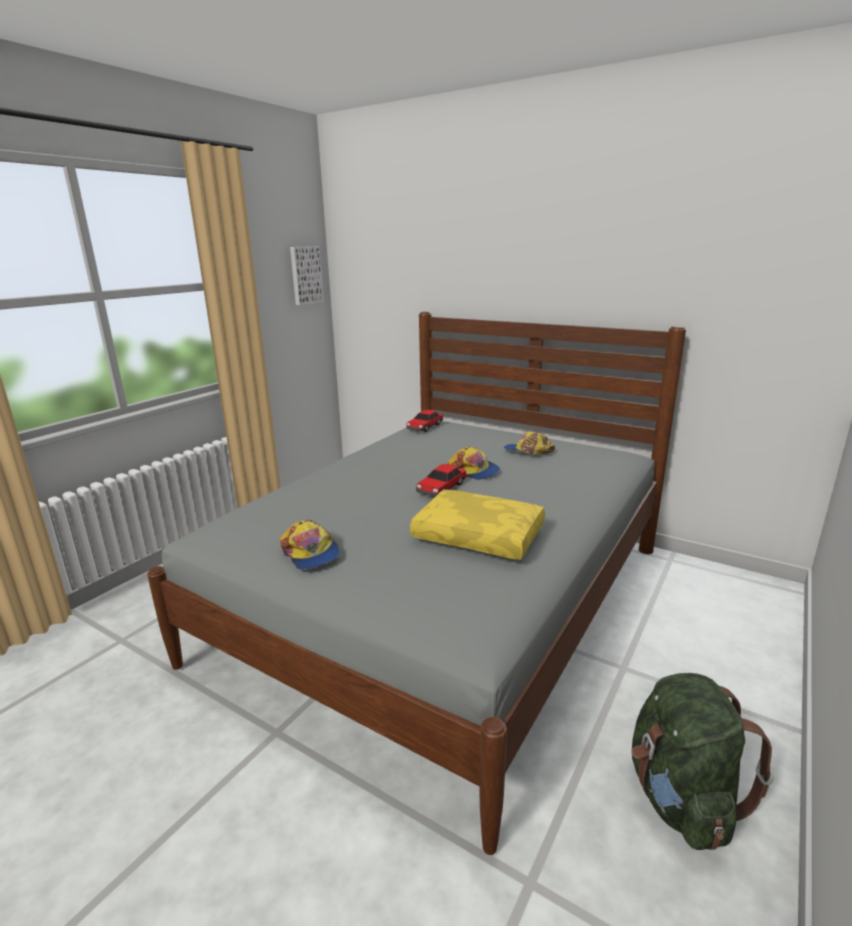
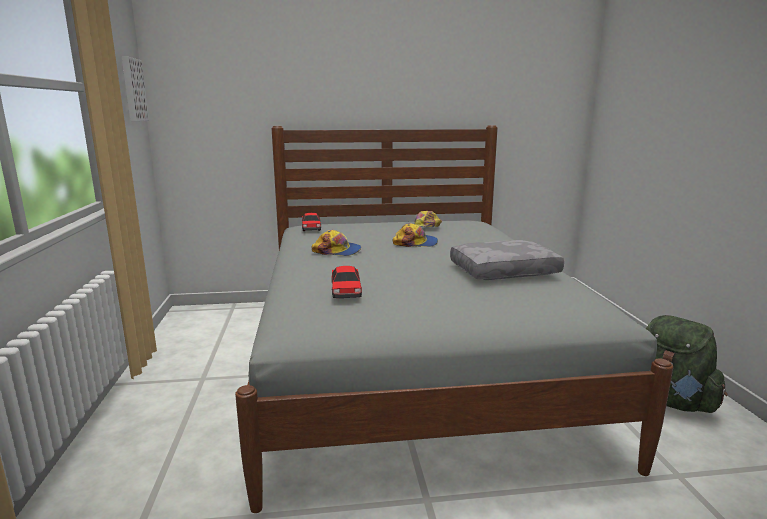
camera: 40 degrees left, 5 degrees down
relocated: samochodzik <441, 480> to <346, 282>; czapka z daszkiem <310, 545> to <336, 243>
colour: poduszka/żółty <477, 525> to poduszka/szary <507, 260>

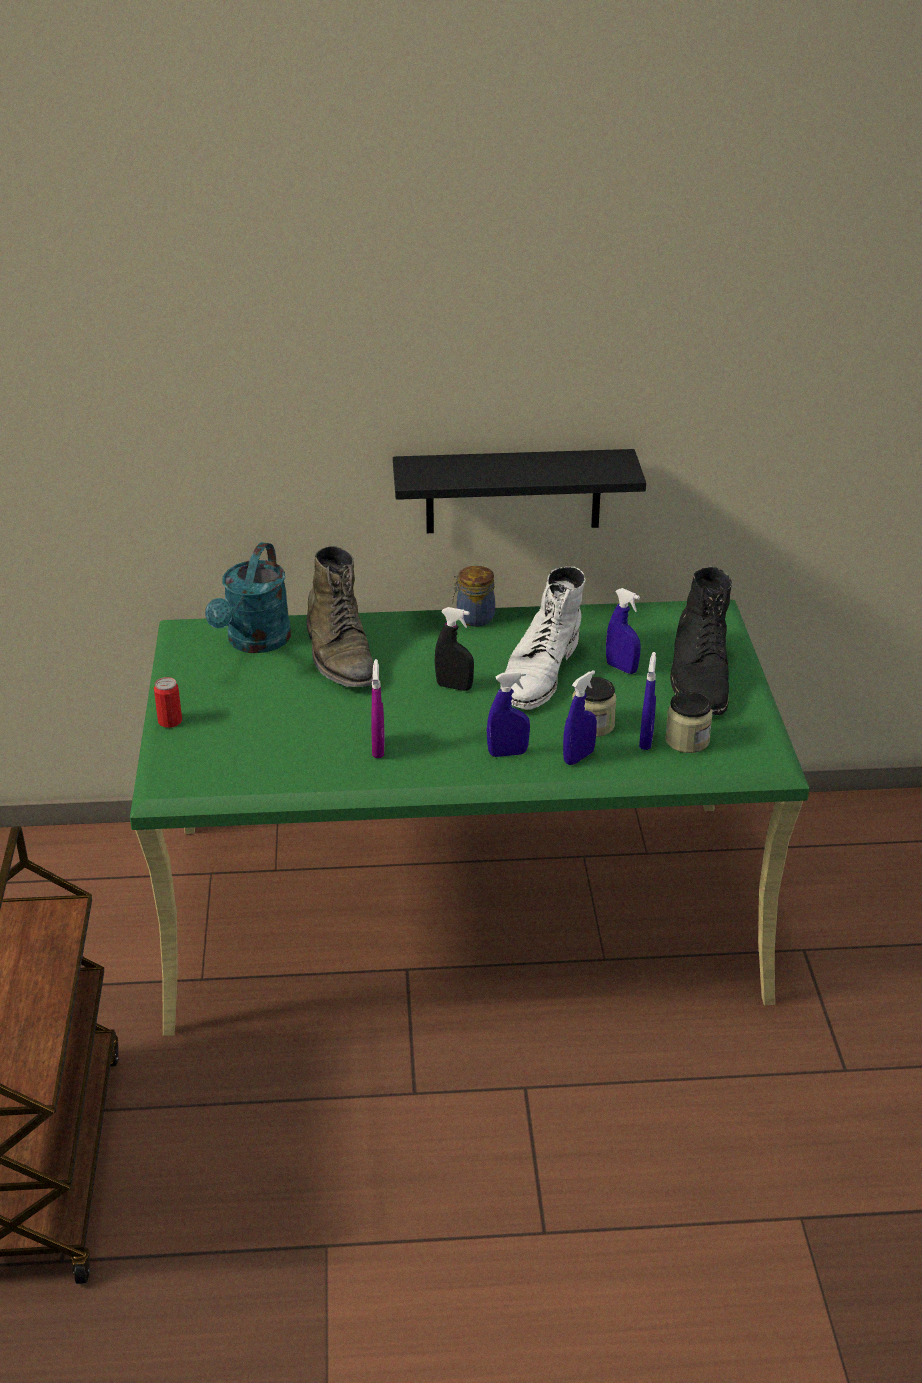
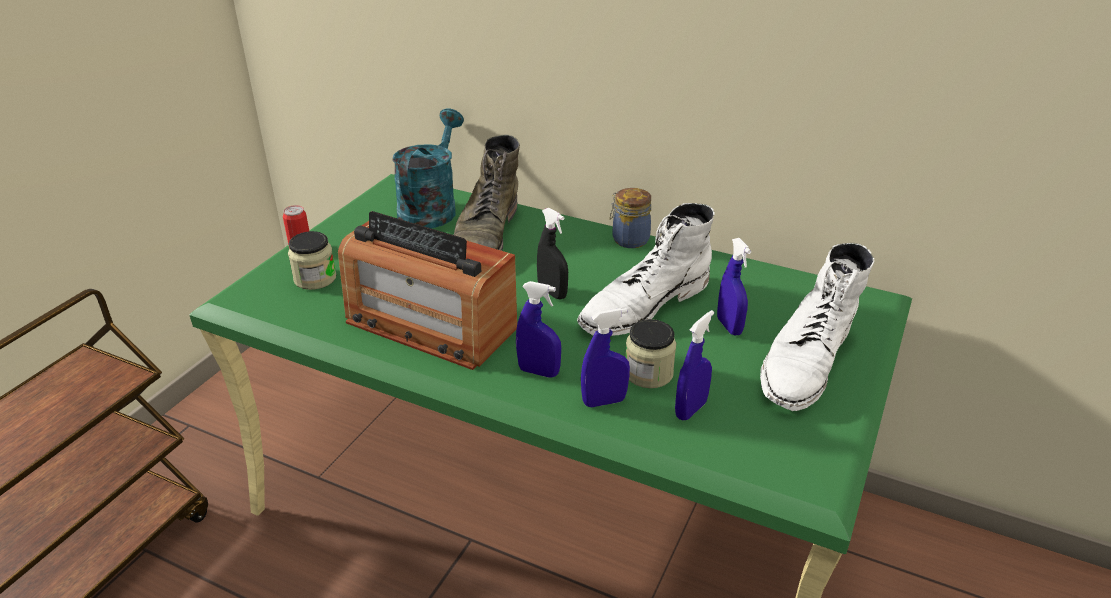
camera: 30 degrees right, 0 degrees up
missing: półka/czarny <519, 491>
relocated: słoik <689, 722> to <312, 260>
exchanged: spryskiwacz/fioletowy <378, 708> to radio <427, 290>
colour: but z cholewką/czarny <701, 640> to but z cholewką/biały <817, 327>
spun: konewka/turkusowy <248, 597> = <428, 168> 150 degrees clockwise

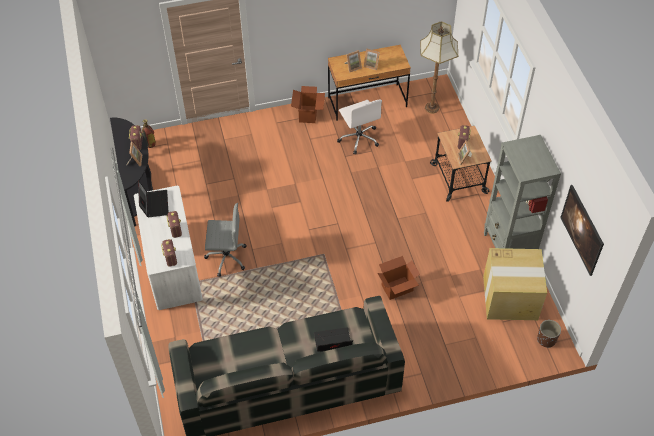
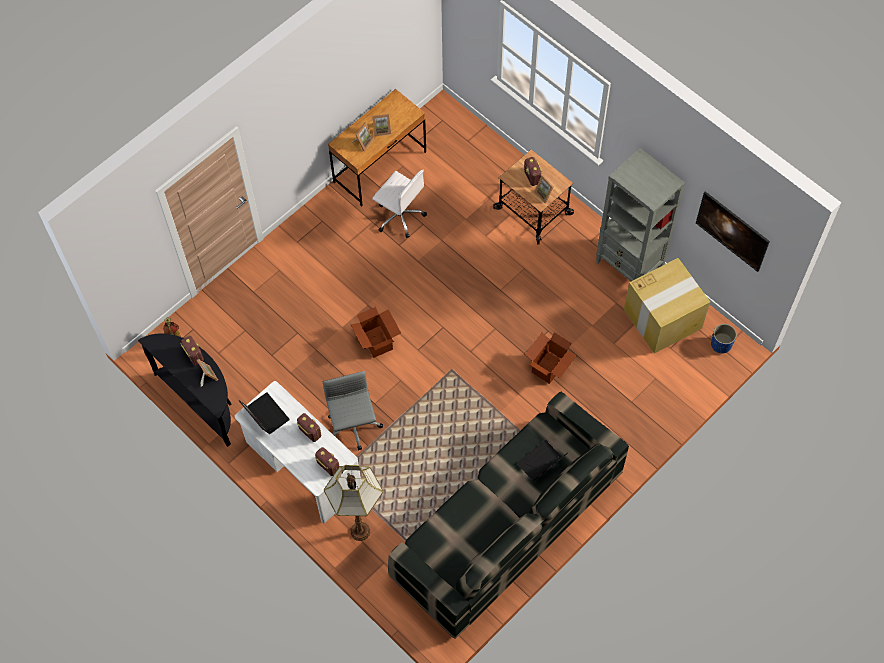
camera: 30 degrees left, 10 degrees up
relocated: lampa stojąca <439, 68> to <353, 503>; karton <308, 104> to <376, 332>
colour: donica/brązowy <549, 334> to donica/niebieski <724, 338>
spun: krzesło biurowe/szary <225, 240> = <353, 410> 75 degrees counterclockwise

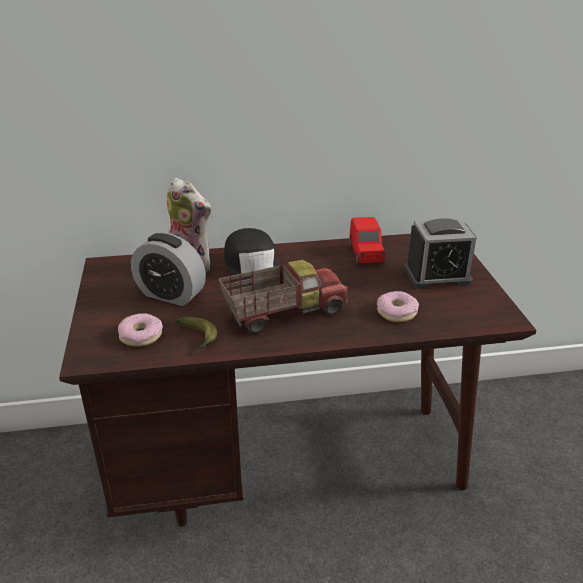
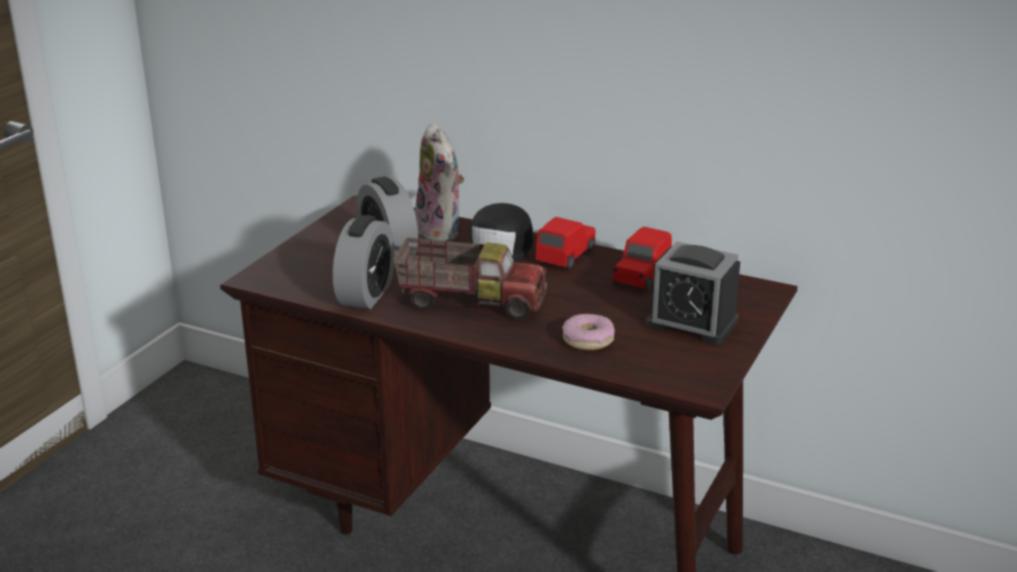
camera: 35 degrees right, 5 degrees down
missing: donut <140, 330>
appeared: samochodzik/czerwony <565, 243>
exchanged: banan <196, 333> to budzik <364, 262>

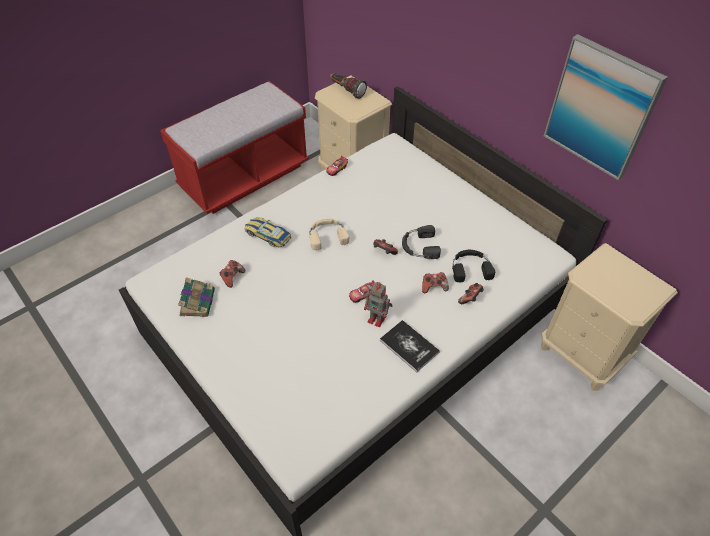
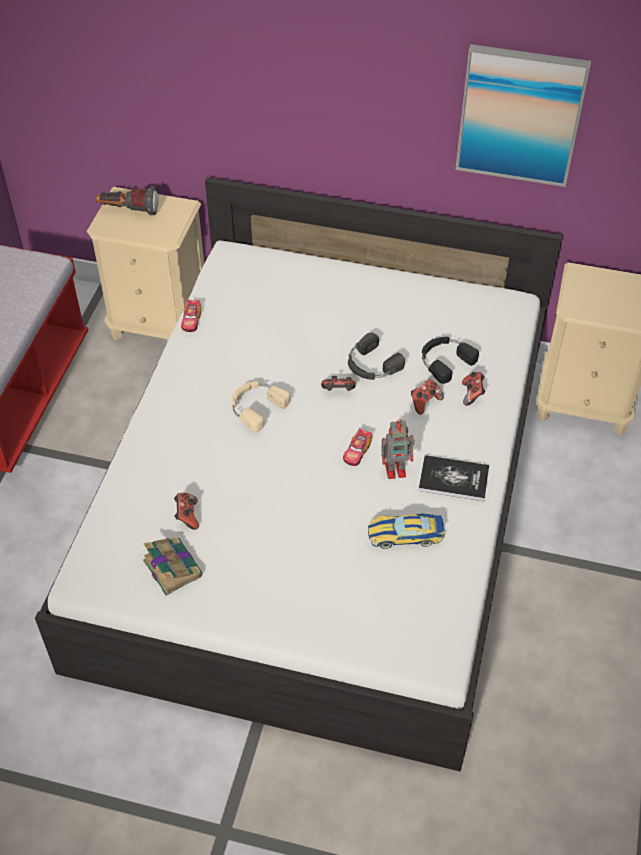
camera: 35 degrees left, 0 degrees up
relocated: samochodzik <267, 232> to <406, 530>

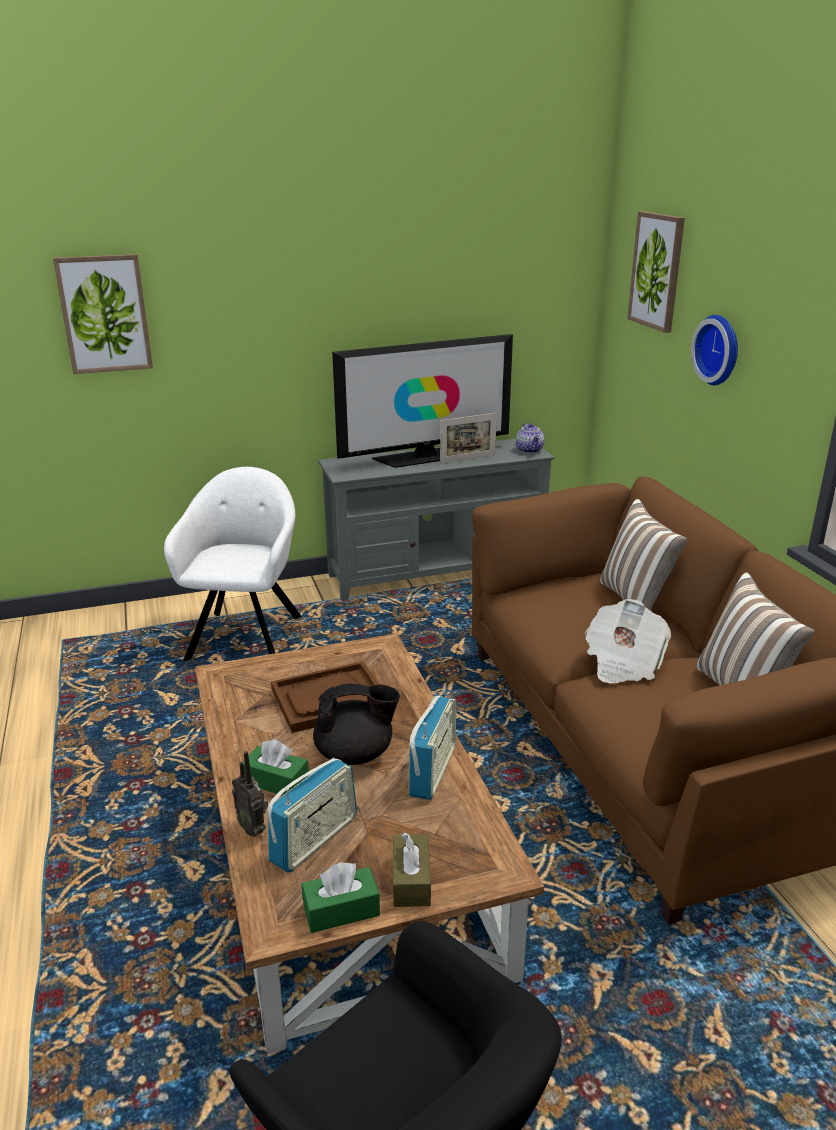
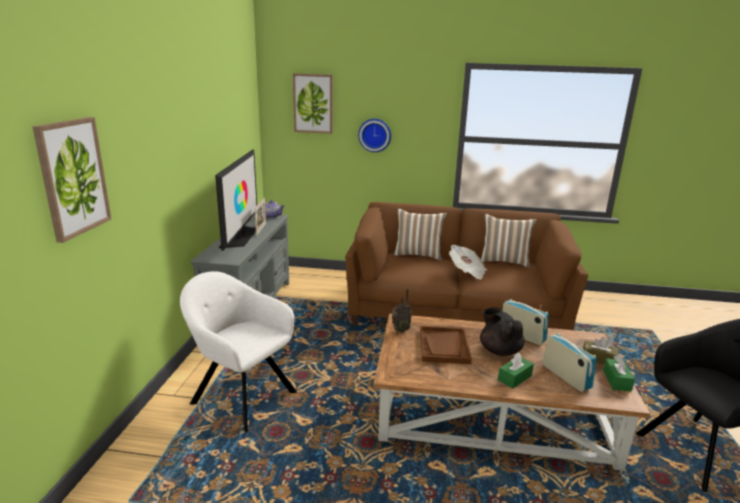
camera: 65 degrees left, 5 degrees down
relocated: radio <250, 794> to <402, 310>
spun: imbryk/czarny <356, 724> = <502, 331> 45 degrees counterclockwise

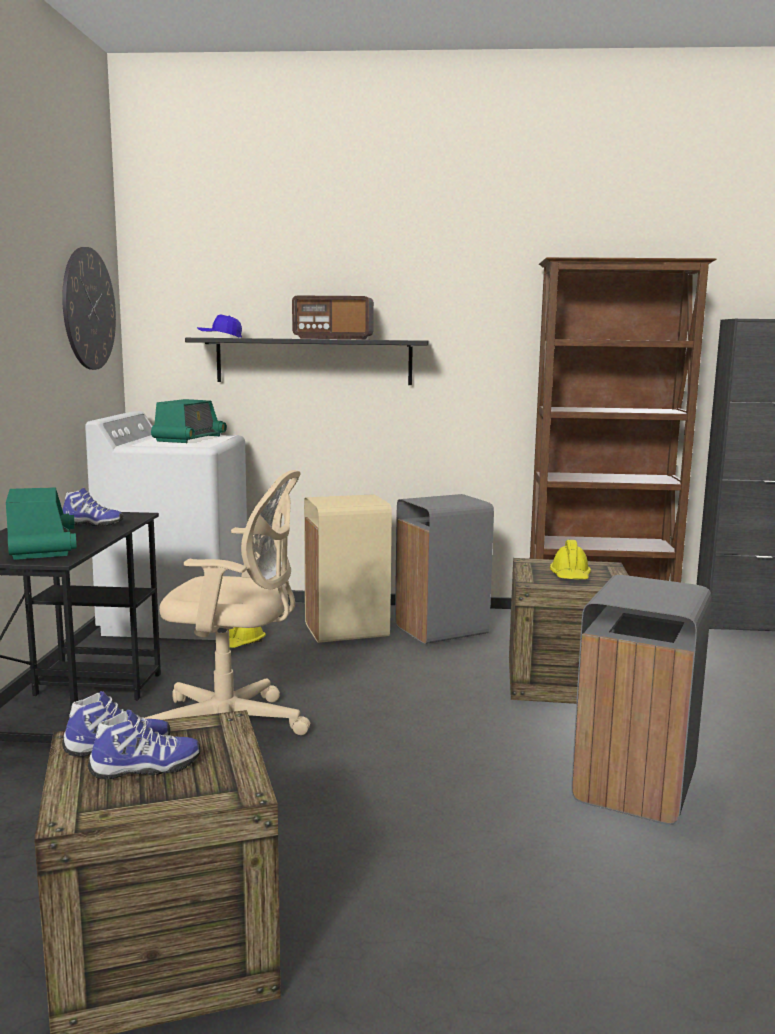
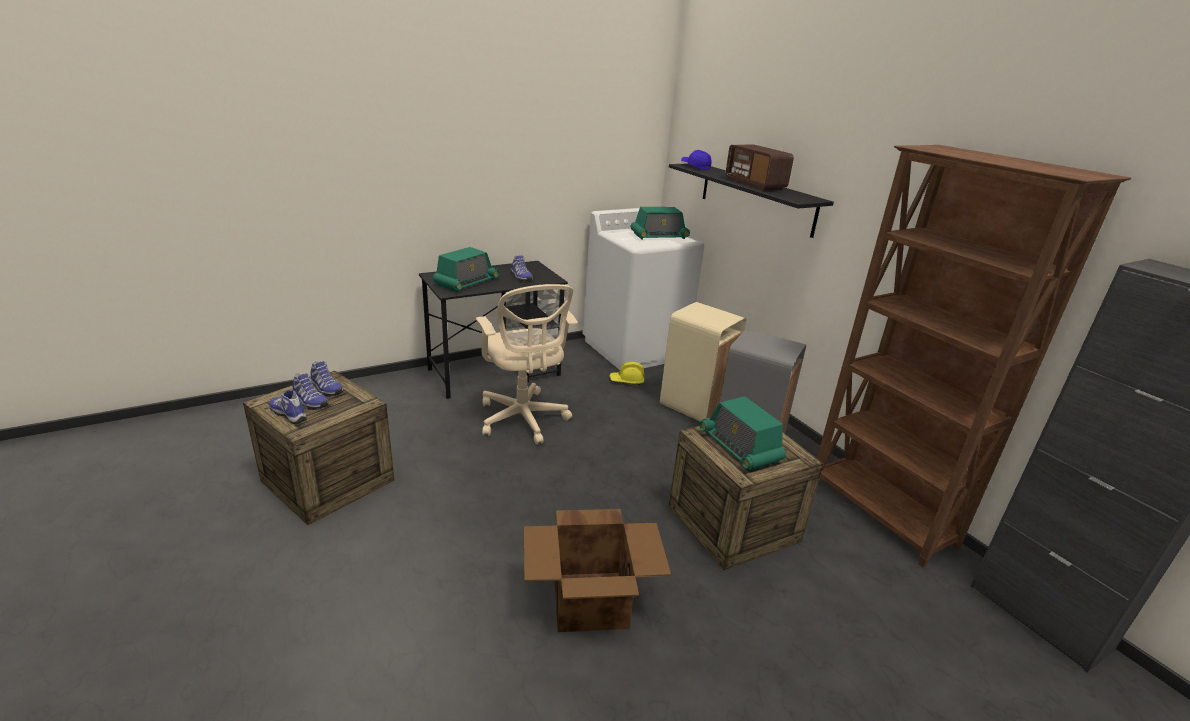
camera: 55 degrees right, 15 degrees up
missing: zegar ścienny <89, 308>
appeared: but <288, 407>
exchanged: kask/żółty <570, 559> to radio <742, 433>; kosz na śmieci/szary <641, 700> to karton <597, 570>

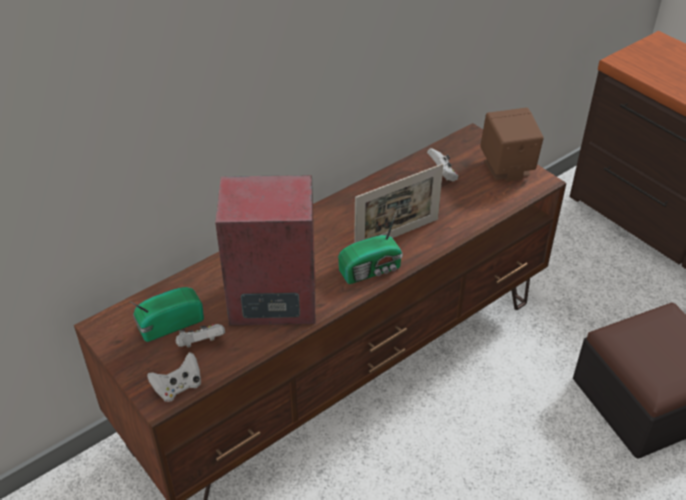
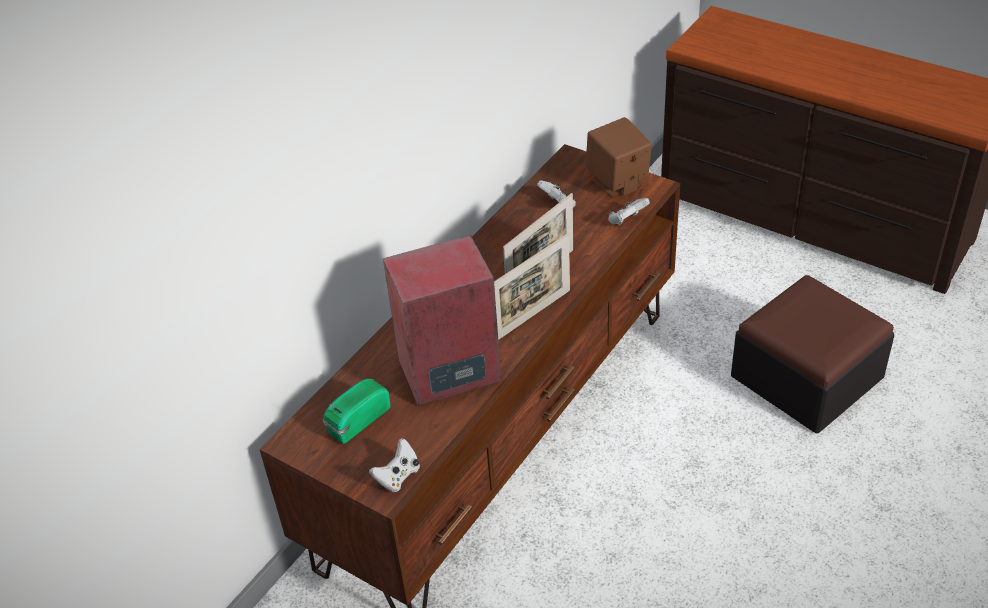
camera: 15 degrees left, 0 degrees up
relocated: pad do gier/biały <200, 336> to <629, 211>
exchanged: radio <370, 246> to ramka na zdjęcie <532, 286>

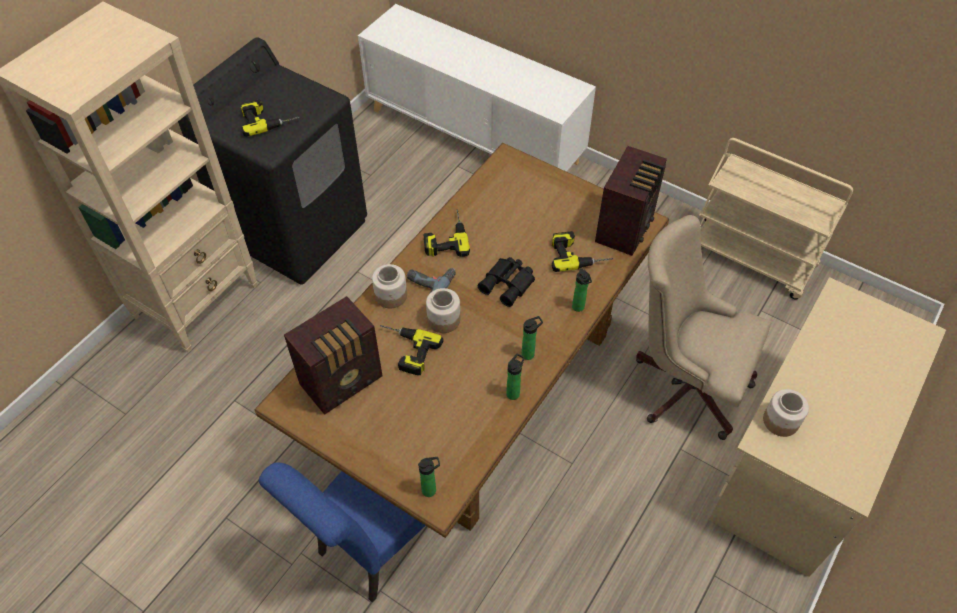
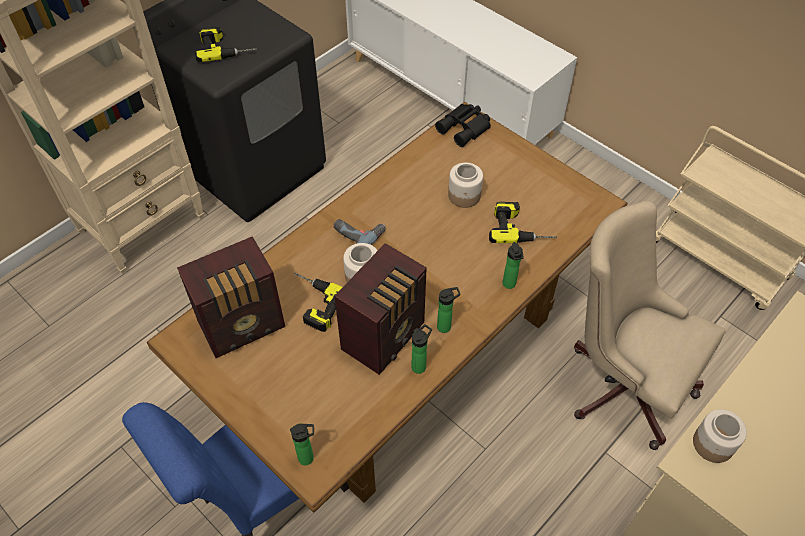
camera: 10 degrees right, 0 degrees up
missing: wiertarka <446, 233>
relocated: radio <631, 201> to <380, 309>; lornetka/czarny <506, 282> to <463, 125>; słoik <389, 286> to <465, 185>

